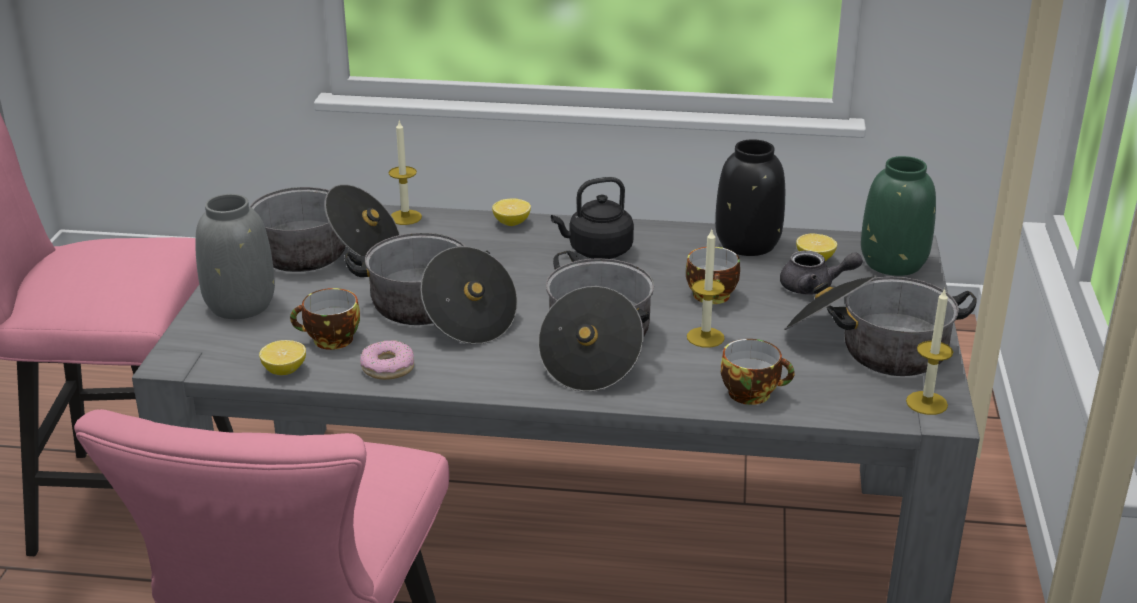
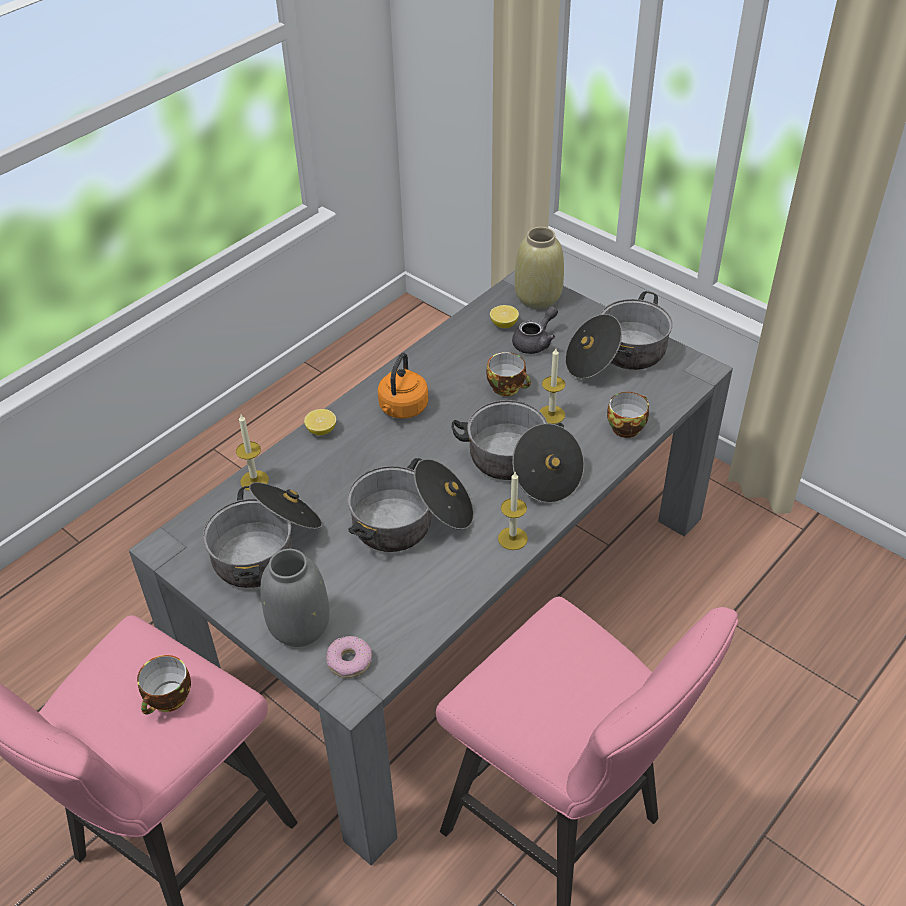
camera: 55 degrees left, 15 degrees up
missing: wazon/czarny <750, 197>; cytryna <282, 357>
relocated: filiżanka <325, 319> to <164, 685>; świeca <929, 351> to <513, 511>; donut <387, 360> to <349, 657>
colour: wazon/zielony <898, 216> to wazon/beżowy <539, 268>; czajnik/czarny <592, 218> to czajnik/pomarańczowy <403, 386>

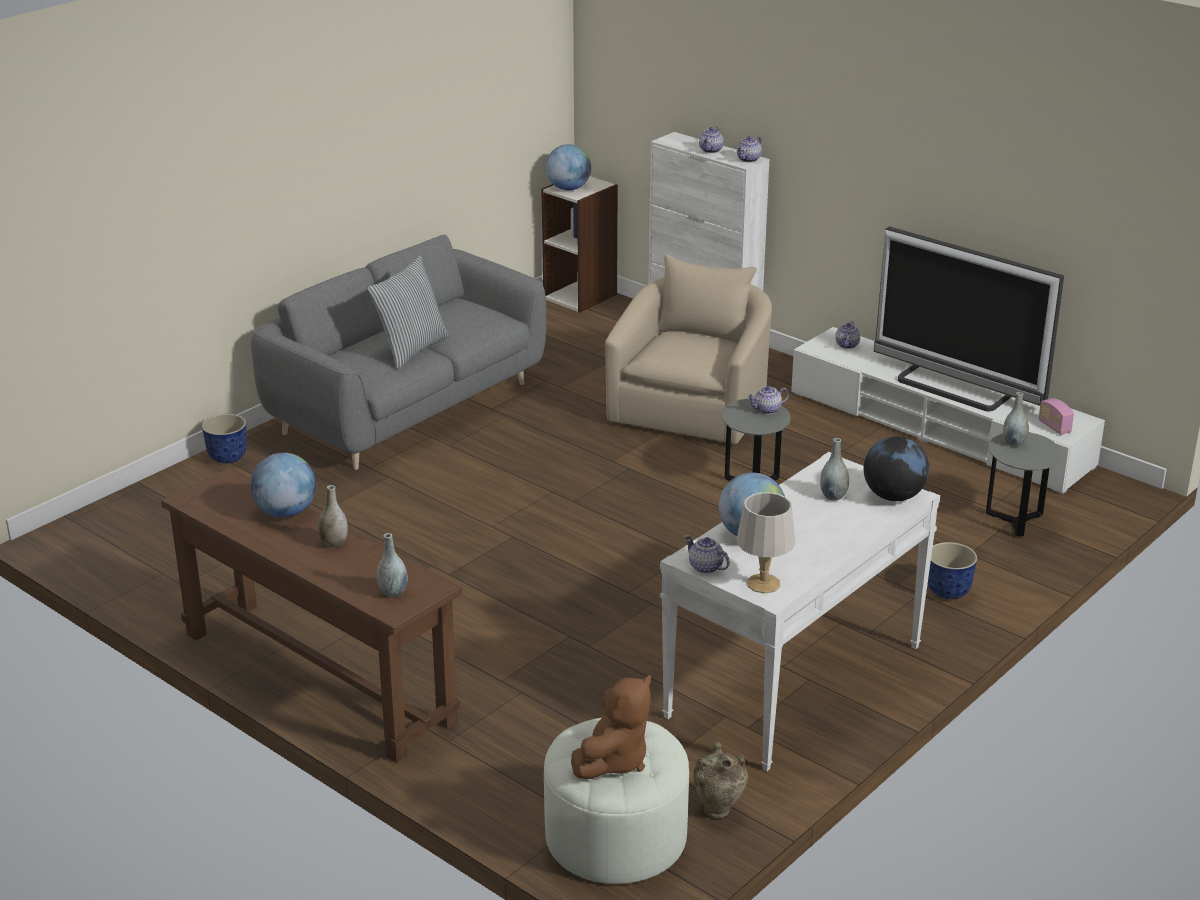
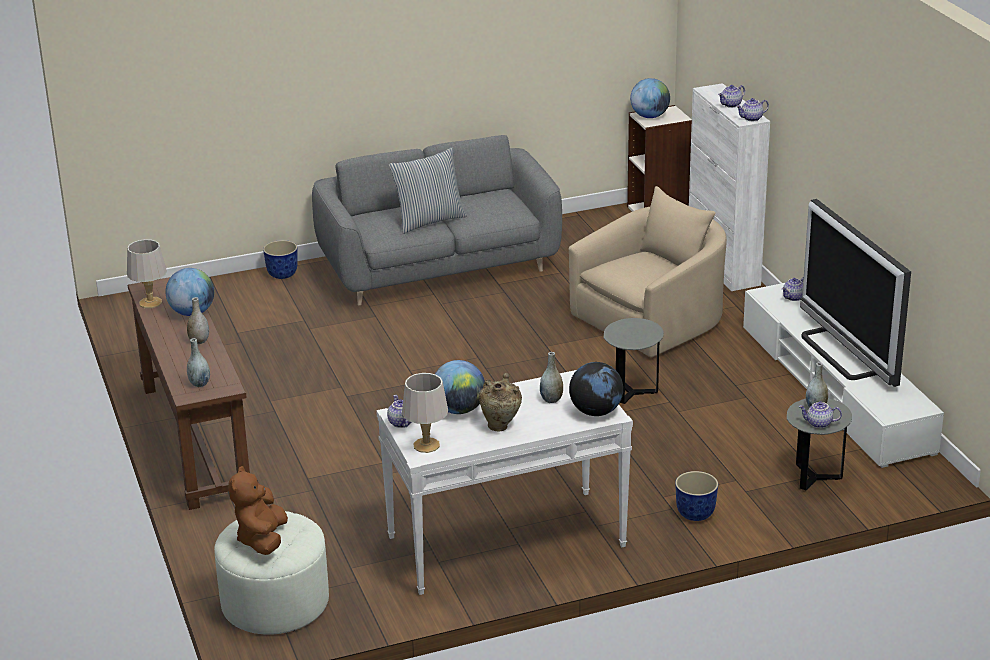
camera: 30 degrees right, 0 degrees up
missing: radio <1056, 416>
appeared: lampa stołowa/szary <147, 273>
relocated: imbryk <768, 400> to <820, 414>; wazon/beżowy <720, 780> to <500, 402>
spun: pluszak/brązowy <611, 727> = <258, 510> 120 degrees clockwise

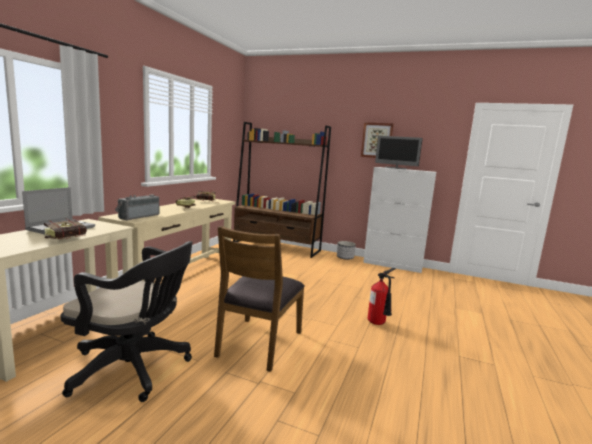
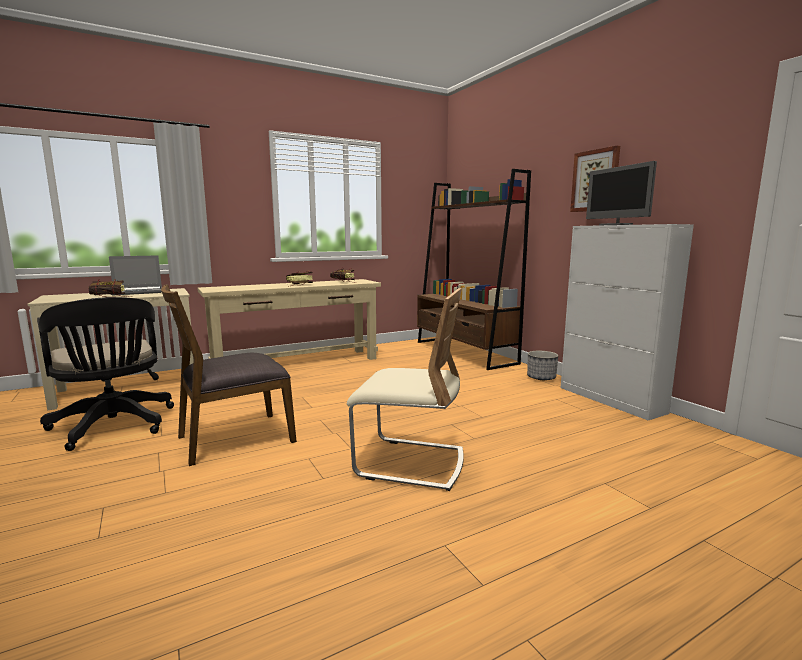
camera: 40 degrees right, 0 degrees up
missing: radio <137, 207>
exchanged: gaśnica <382, 296> to krzesło/beżowy <405, 389>

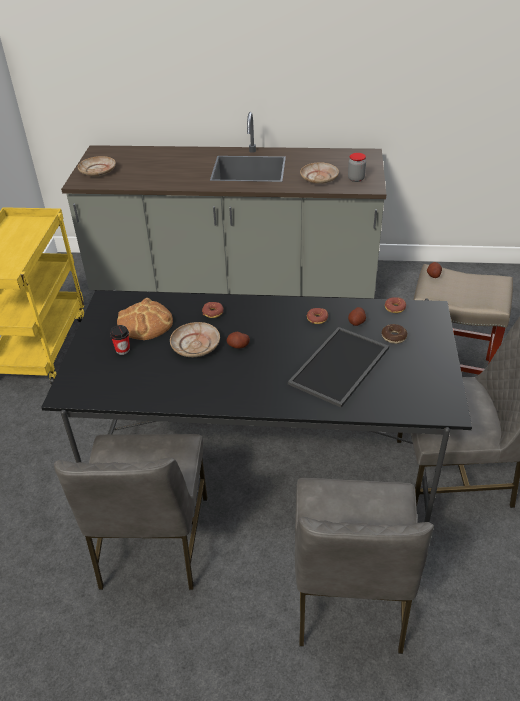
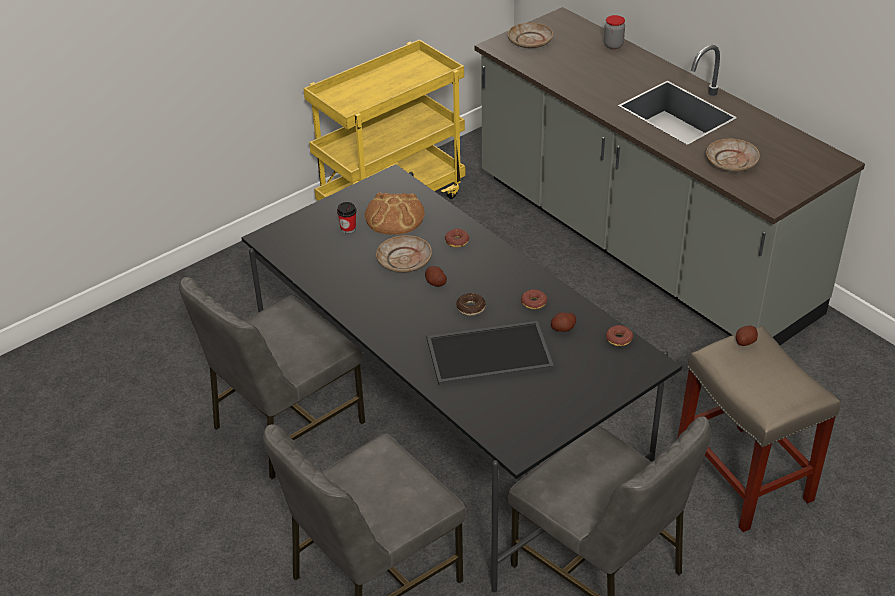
camera: 45 degrees right, 0 degrees up
relocated: słoik <357, 167> to <614, 32>; donut <394, 334> to <471, 304>

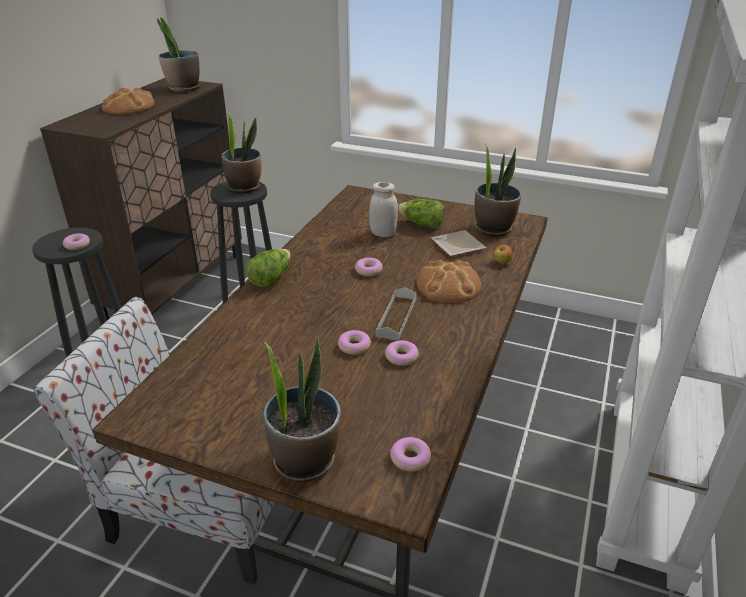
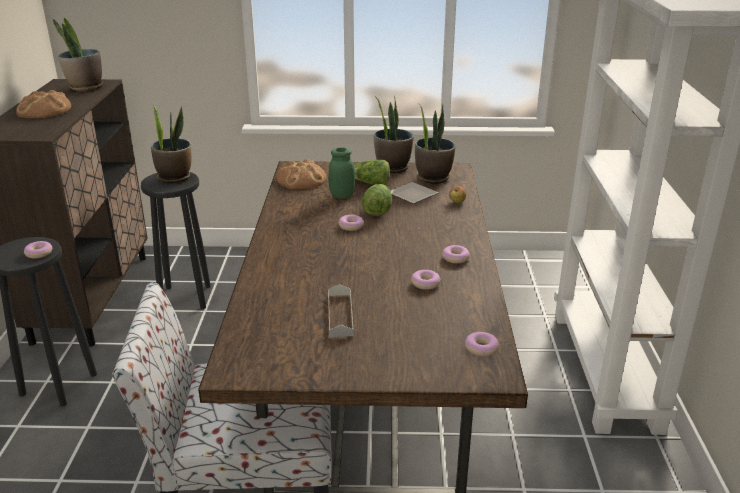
camera: 20 degrees left, 5 degrees down
relocated: sałata <268, 268> to <377, 200>; chleb <448, 281> to <301, 174>; taca/szary <396, 314> to <341, 310>; donut <354, 342> to <456, 254>; roślina doniczkowa <302, 409> to <394, 134>
colour: słoik/biały <383, 209> to słoik/zielony <341, 173>

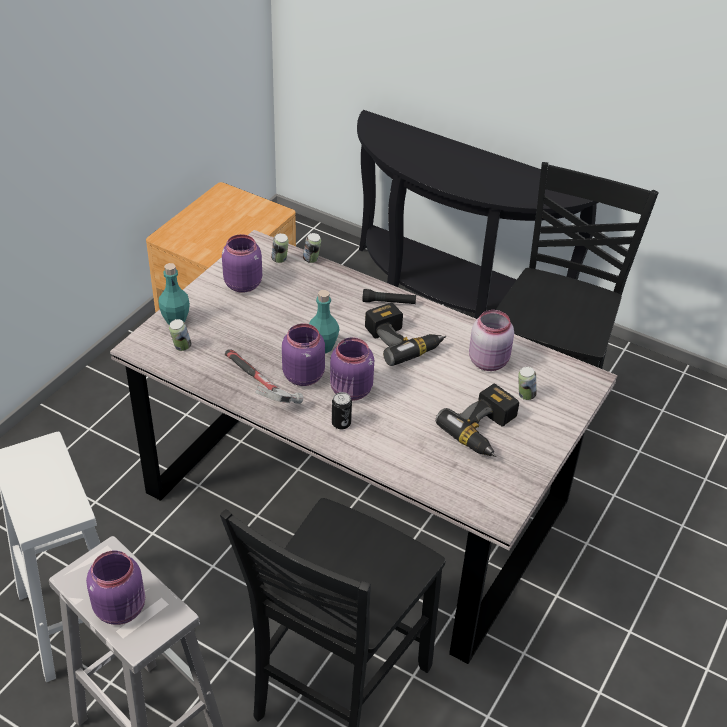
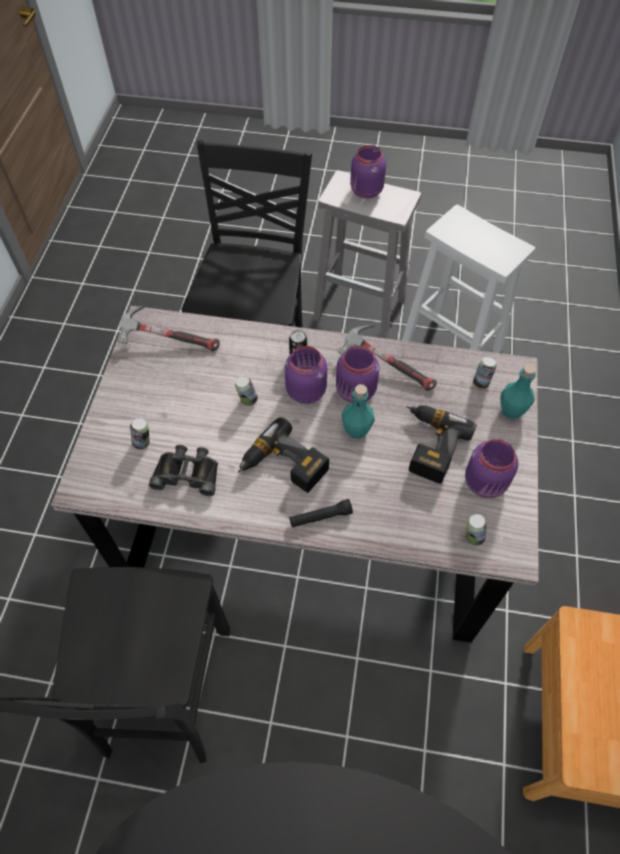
camera: 160 degrees right, 15 degrees up
appeared: młotek <168, 328>
relocated: puszka <312, 248> to <246, 391>; wiertarka <477, 420> to <441, 444>
exchanged: słoik/różowy <491, 340> to lornetka/czarny <183, 470>

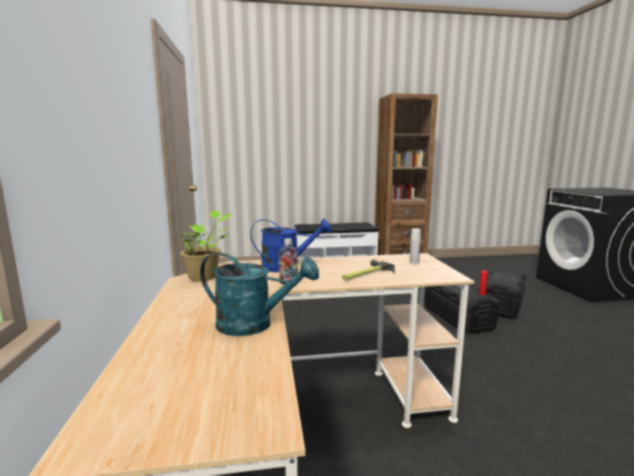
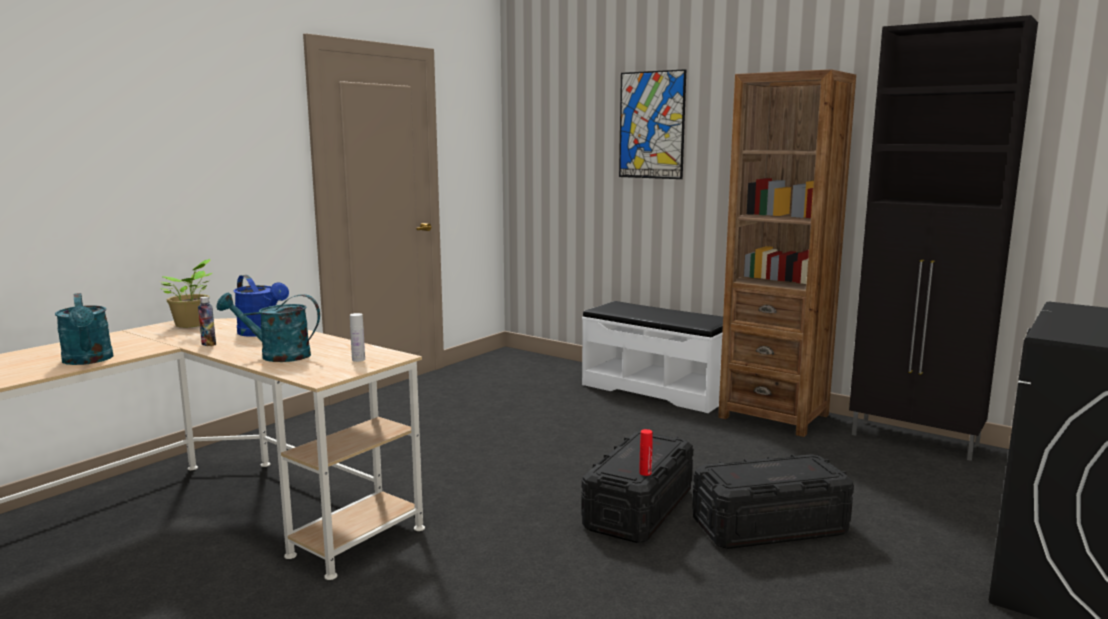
camera: 45 degrees right, 0 degrees up
appeared: szafka/czarny <943, 238>; obraz <652, 124>
exchanged: młotek <368, 270> to konewka/turkusowy <268, 327>

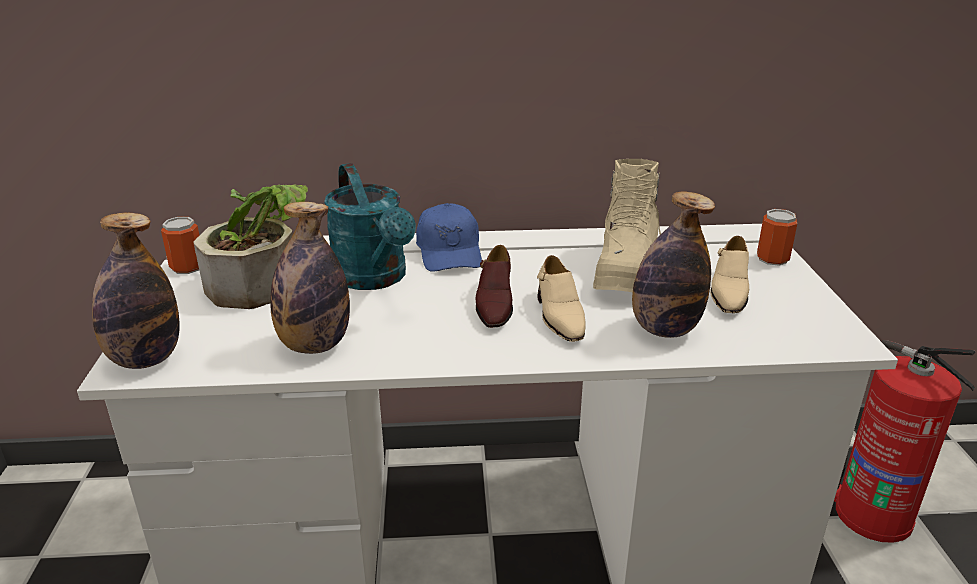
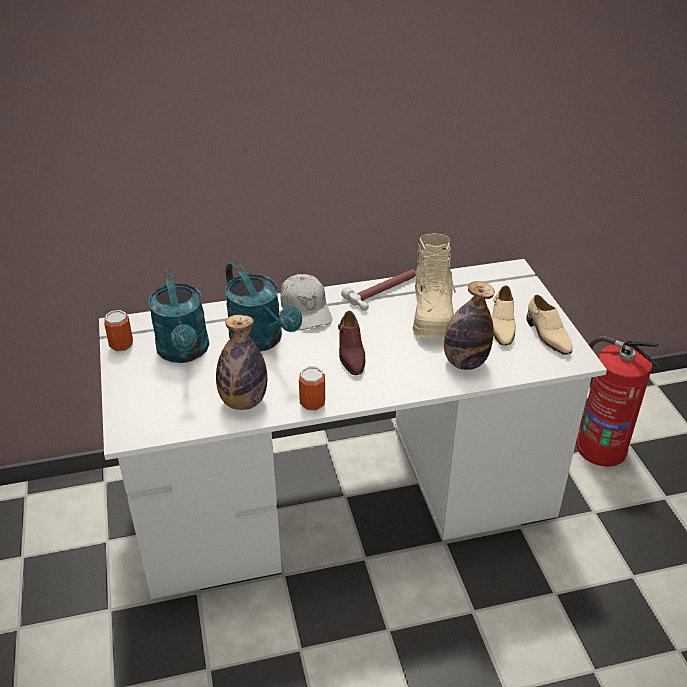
camera: 10 degrees left, 10 degrees up
missing: butelka <136, 291>
appeared: młotek <378, 290>
relocated: puszka <777, 237> to <312, 388>; but/beżowy <561, 298> to <549, 325>
exchanged: roślina doniczkowa <250, 247> to konewka/turkusowy <178, 315>
colour: czapka z daszkiem/niebieski <449, 237> to czapka z daszkiem/biały <306, 302>

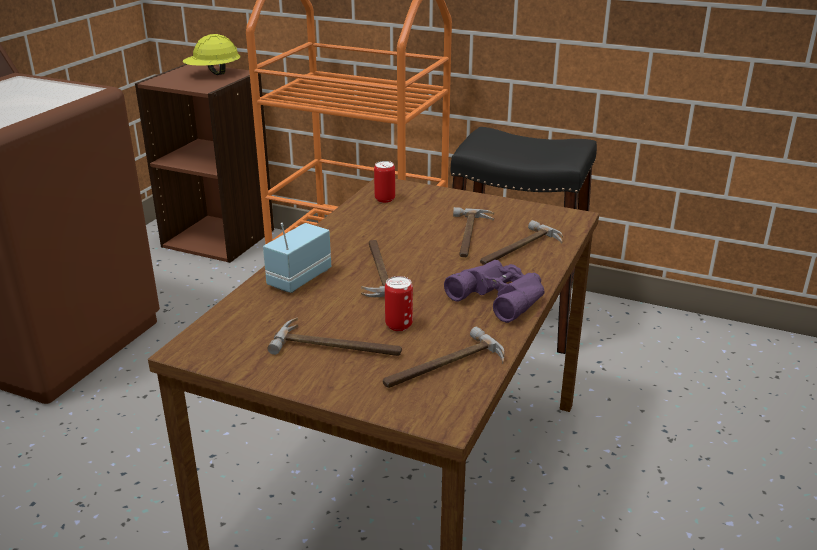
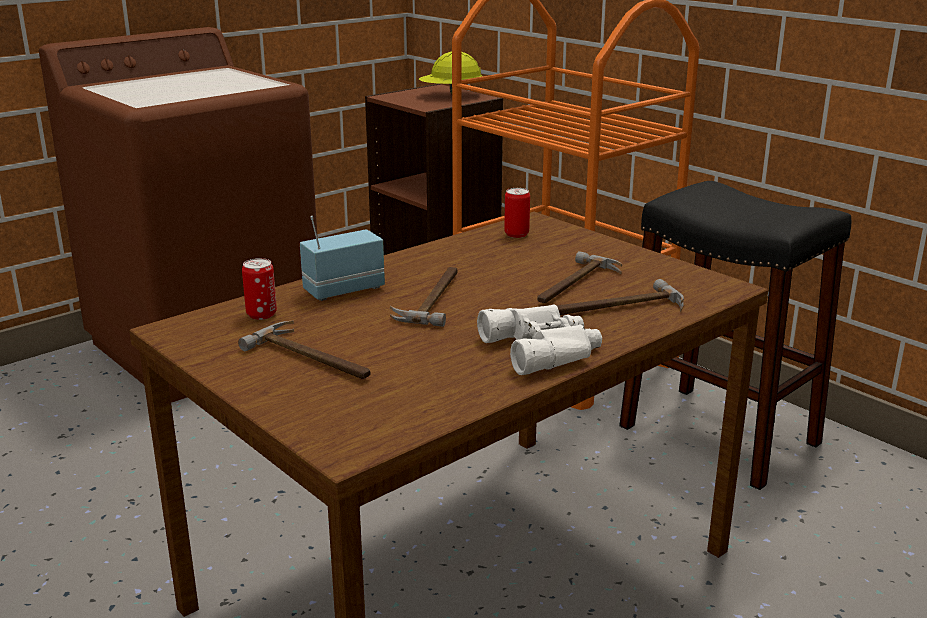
camera: 25 degrees right, 5 degrees down
missing: młotek <444, 357>
relocated: puszka <399, 303> to <259, 289>
colour: lornetka/fioletowy <494, 291> to lornetka/biały <539, 339>

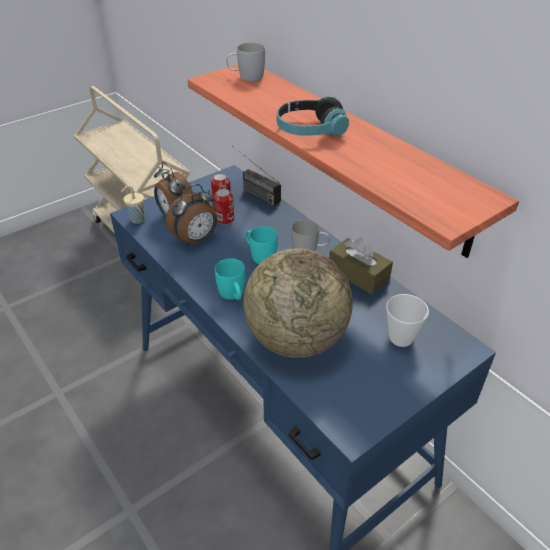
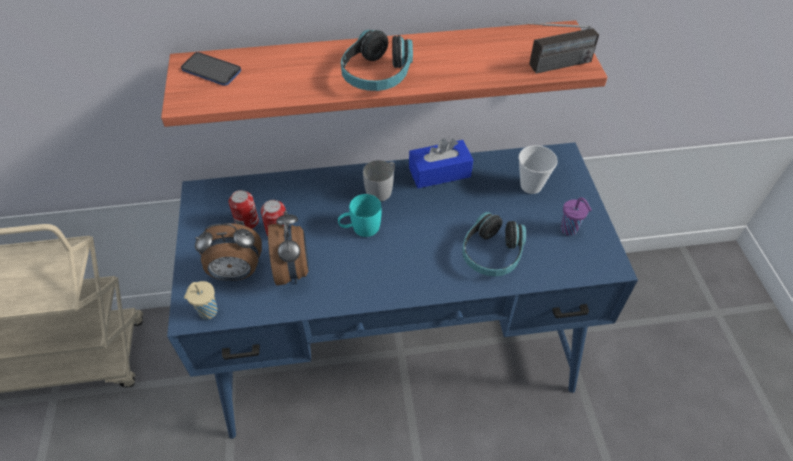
camera: 60 degrees left, 10 degrees up
missing: kubek/turkusowy <230, 279>
appeared: filiżanka/fioletowy <576, 216>
relocated: radio <256, 176> to <552, 48>
exchanged: kubek/biały <245, 61> to telefon <211, 69>; globus <298, 303> to słuchawki <494, 244>
colour: pudełko chusteczek/brązowy <361, 266> to pudełko chusteczek/niebieski <441, 163>

